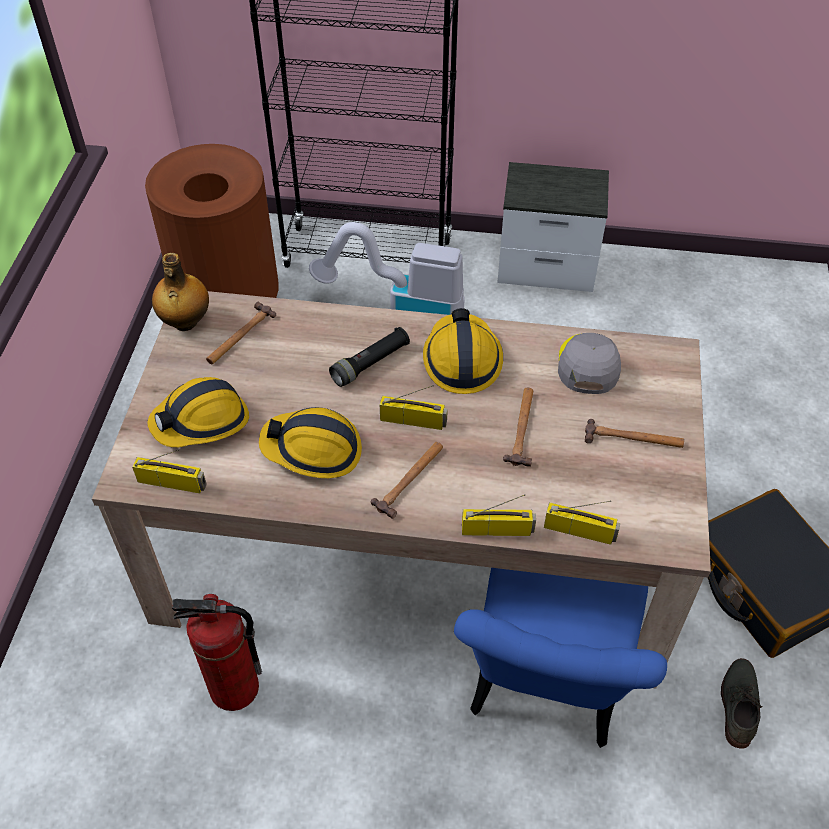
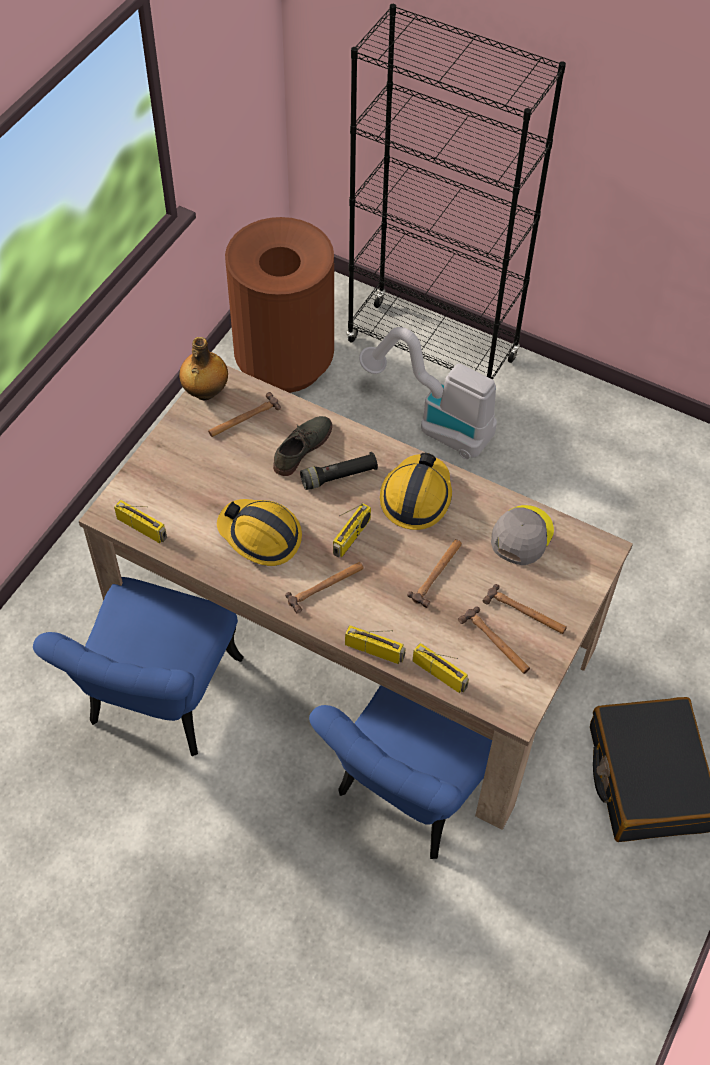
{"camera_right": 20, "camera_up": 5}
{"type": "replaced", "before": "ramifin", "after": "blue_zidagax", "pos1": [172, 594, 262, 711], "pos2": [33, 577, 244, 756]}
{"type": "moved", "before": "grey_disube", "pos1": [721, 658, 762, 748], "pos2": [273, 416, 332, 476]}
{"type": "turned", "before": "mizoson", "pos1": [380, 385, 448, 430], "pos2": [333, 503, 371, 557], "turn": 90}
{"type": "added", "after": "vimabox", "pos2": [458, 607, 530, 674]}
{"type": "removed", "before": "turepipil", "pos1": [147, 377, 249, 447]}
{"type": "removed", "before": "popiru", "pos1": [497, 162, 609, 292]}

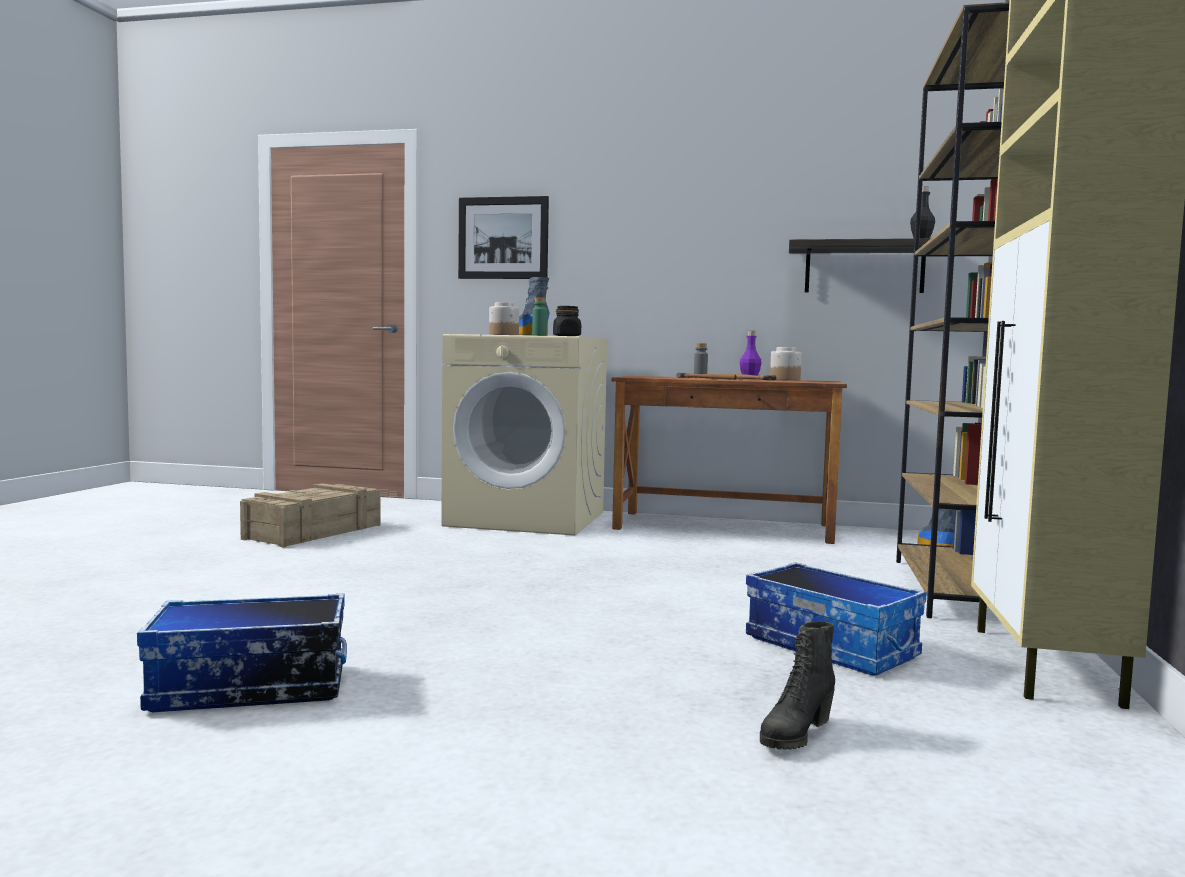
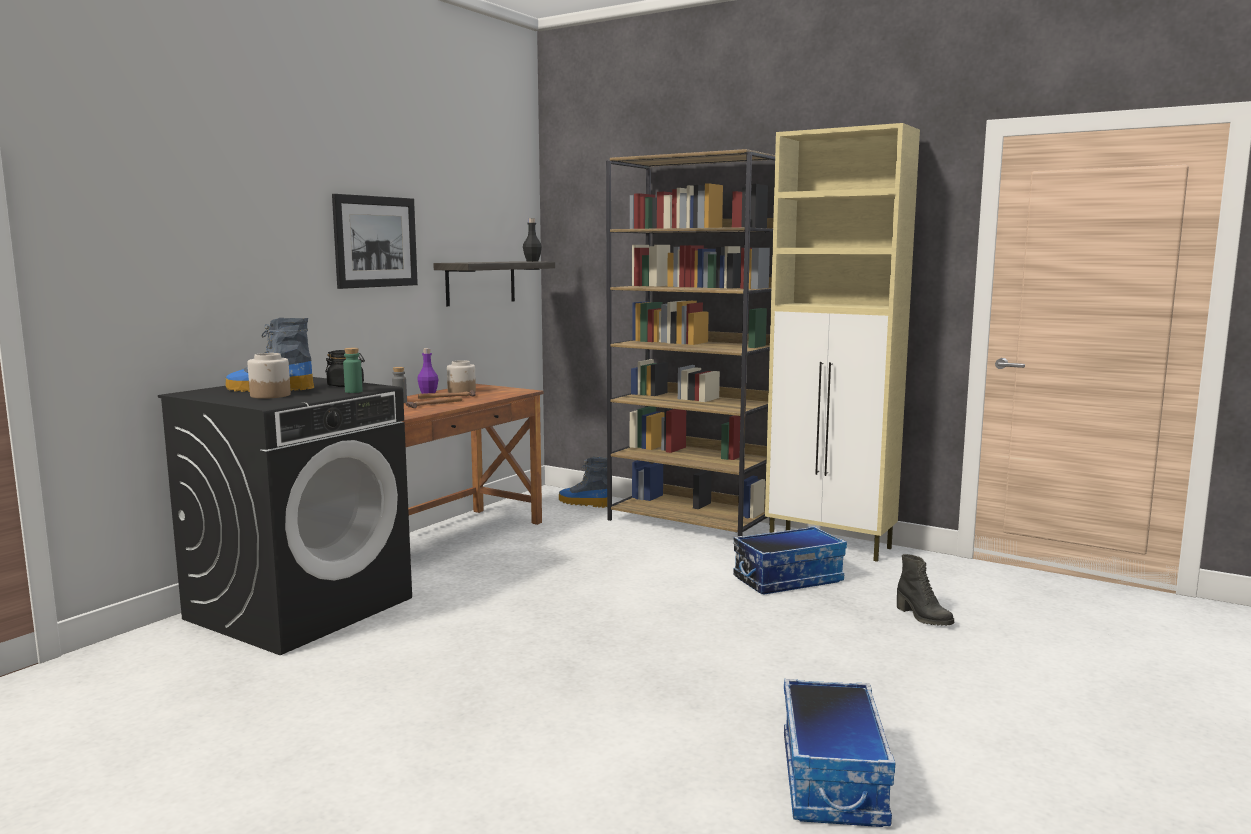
{"camera_right": -70, "camera_up": 5}
{"type": "recoloured", "before": "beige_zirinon", "after": "black_zirinon", "pos1": [441, 334, 608, 536], "pos2": [158, 377, 412, 655]}
{"type": "moved", "before": "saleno", "pos1": [458, 196, 549, 279], "pos2": [332, 194, 418, 289]}
{"type": "removed", "before": "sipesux", "pos1": [240, 483, 380, 548]}

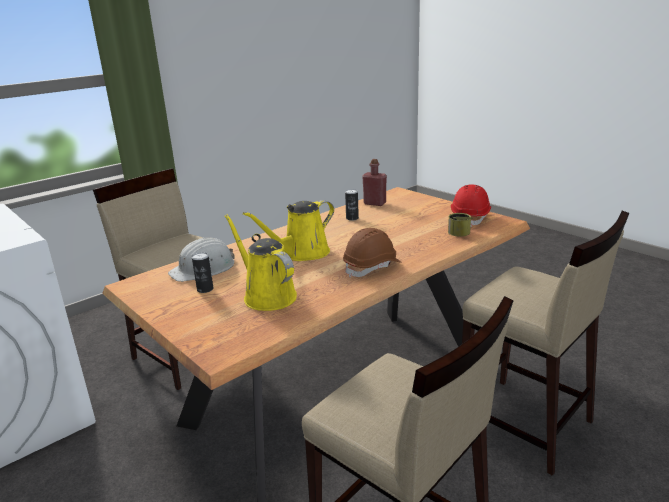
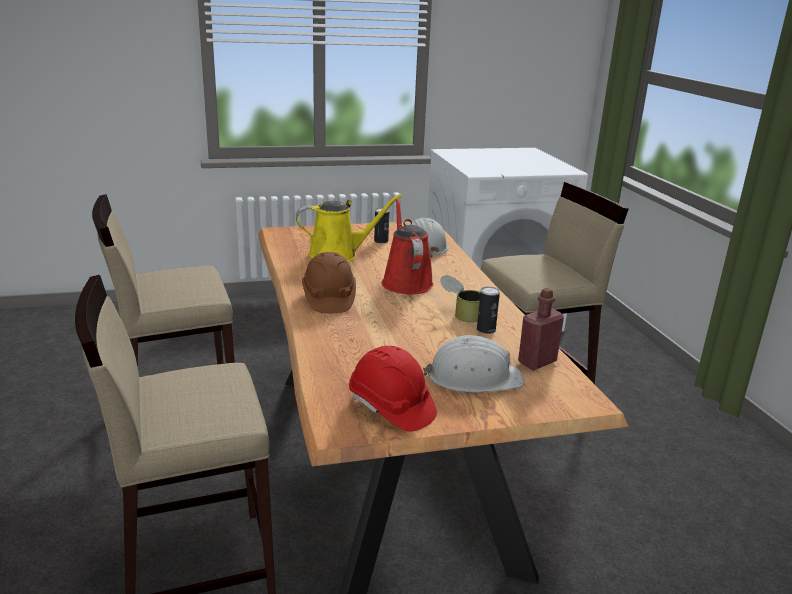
{"camera_right": 115, "camera_up": 0}
{"type": "recoloured", "before": "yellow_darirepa", "after": "red_darirepa", "pos1": [243, 200, 334, 261], "pos2": [382, 198, 434, 295]}
{"type": "added", "after": "white_turepipil", "pos2": [423, 335, 524, 393]}
{"type": "moved", "before": "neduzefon", "pos1": [448, 213, 473, 237], "pos2": [440, 275, 480, 322]}

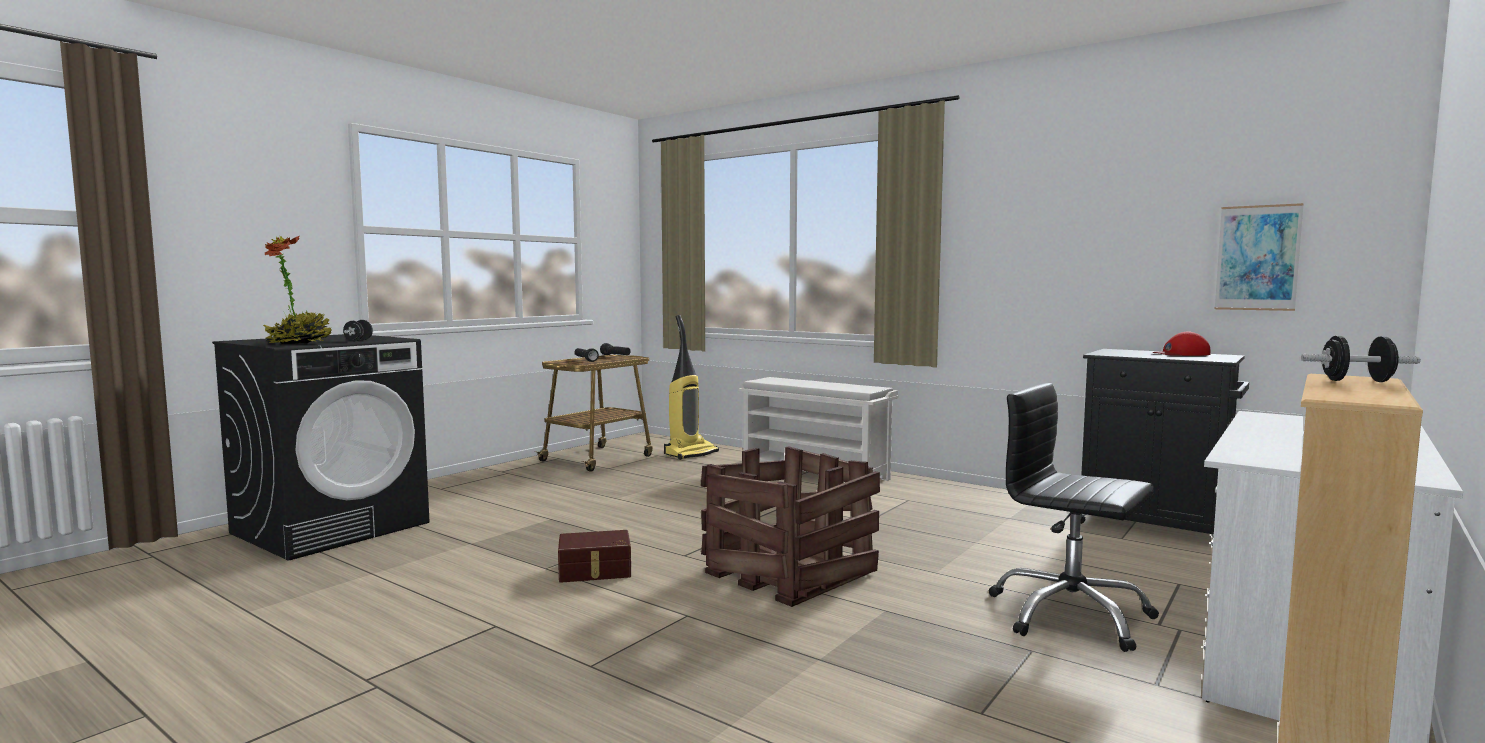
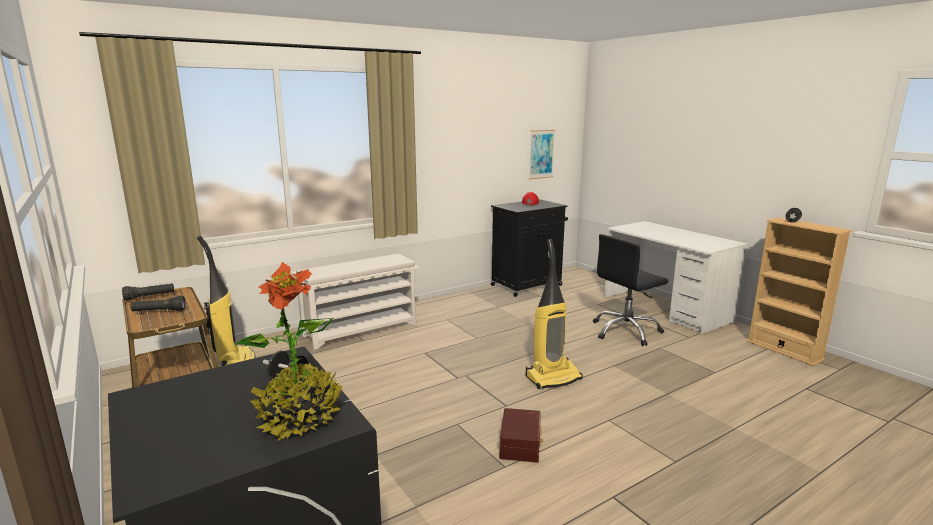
{"camera_right": -70, "camera_up": 10}
{"type": "replaced", "before": "sipesux", "after": "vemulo", "pos1": [701, 446, 880, 607], "pos2": [526, 239, 583, 389]}

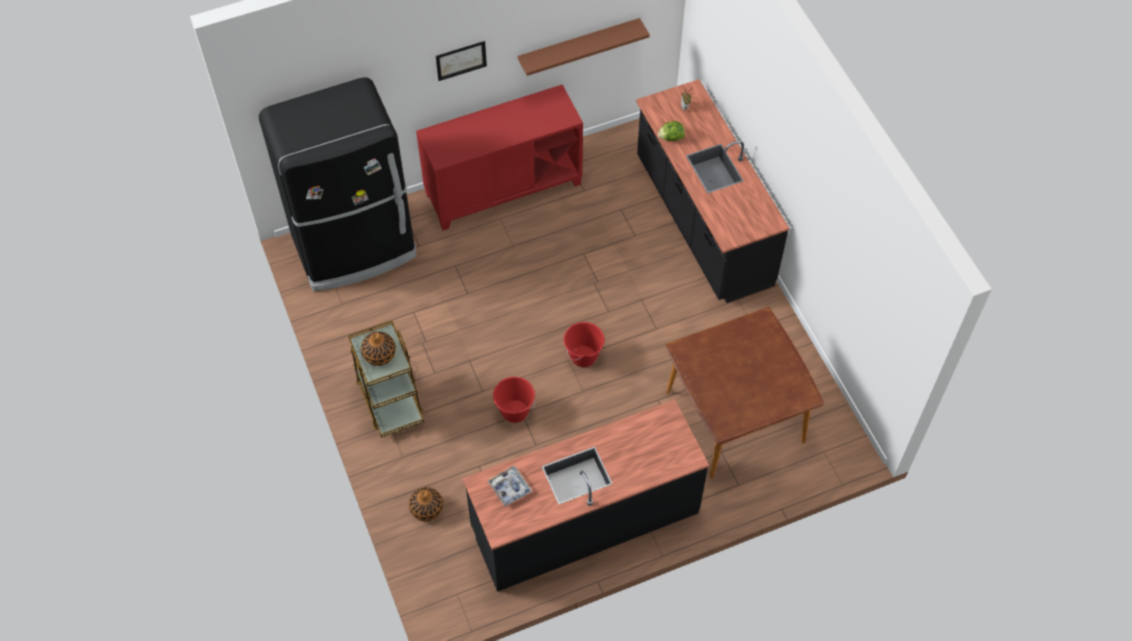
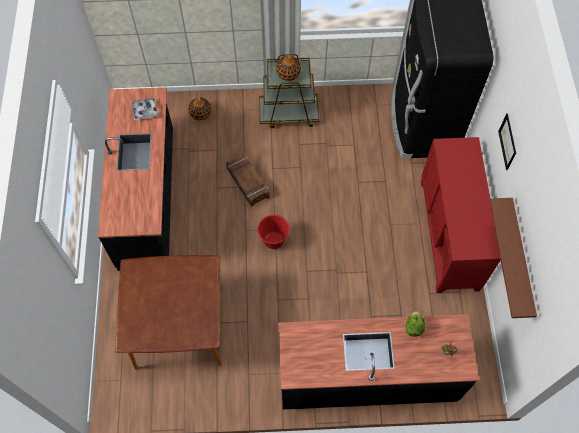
{"camera_right": 110, "camera_up": 5}
{"type": "replaced", "before": "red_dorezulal", "after": "sipesux", "pos1": [493, 377, 535, 423], "pos2": [226, 154, 270, 207]}

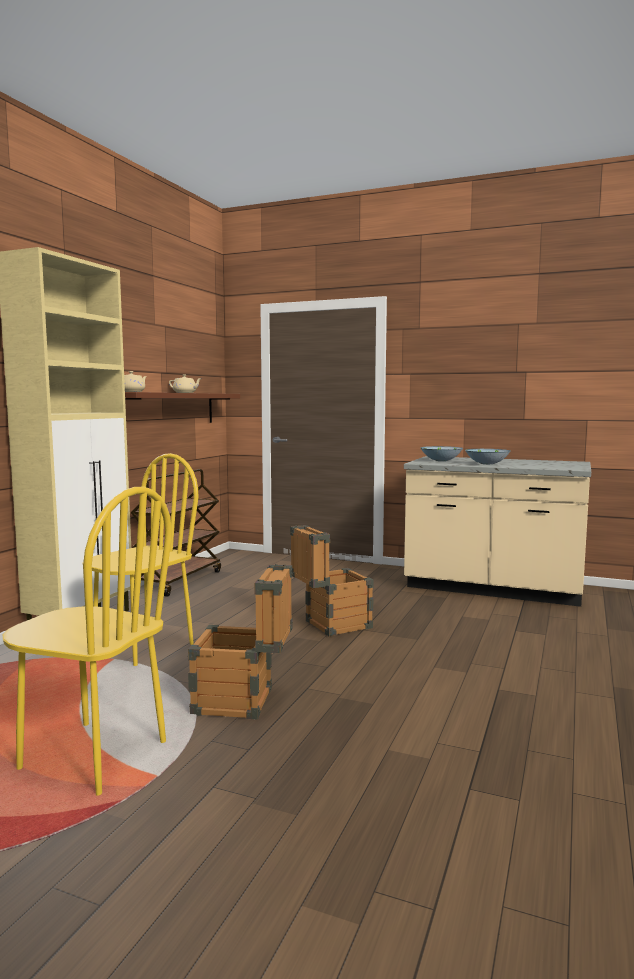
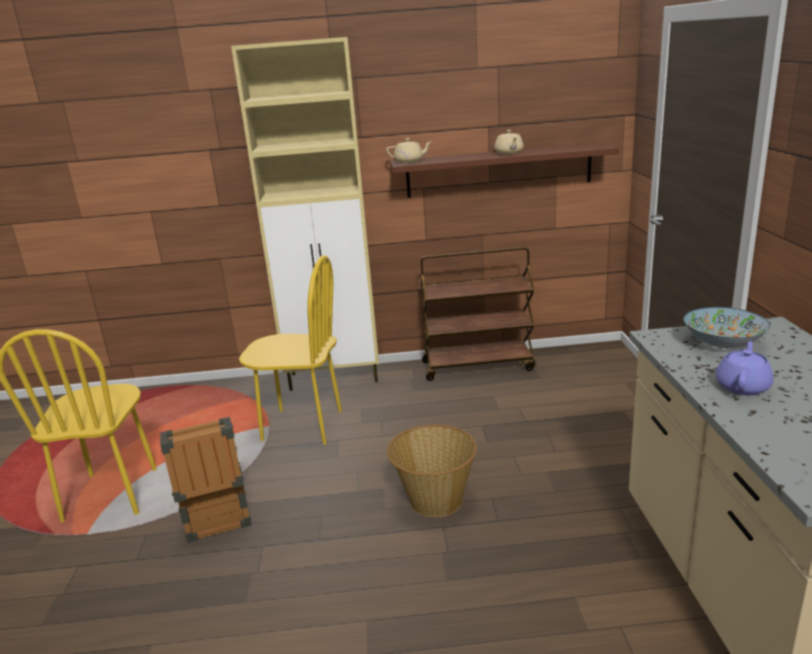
{"camera_right": 65, "camera_up": 15}
{"type": "replaced", "before": "sipesux", "after": "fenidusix", "pos1": [290, 525, 374, 637], "pos2": [387, 425, 477, 517]}
{"type": "replaced", "before": "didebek", "after": "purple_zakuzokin", "pos1": [465, 449, 510, 464], "pos2": [716, 341, 773, 395]}

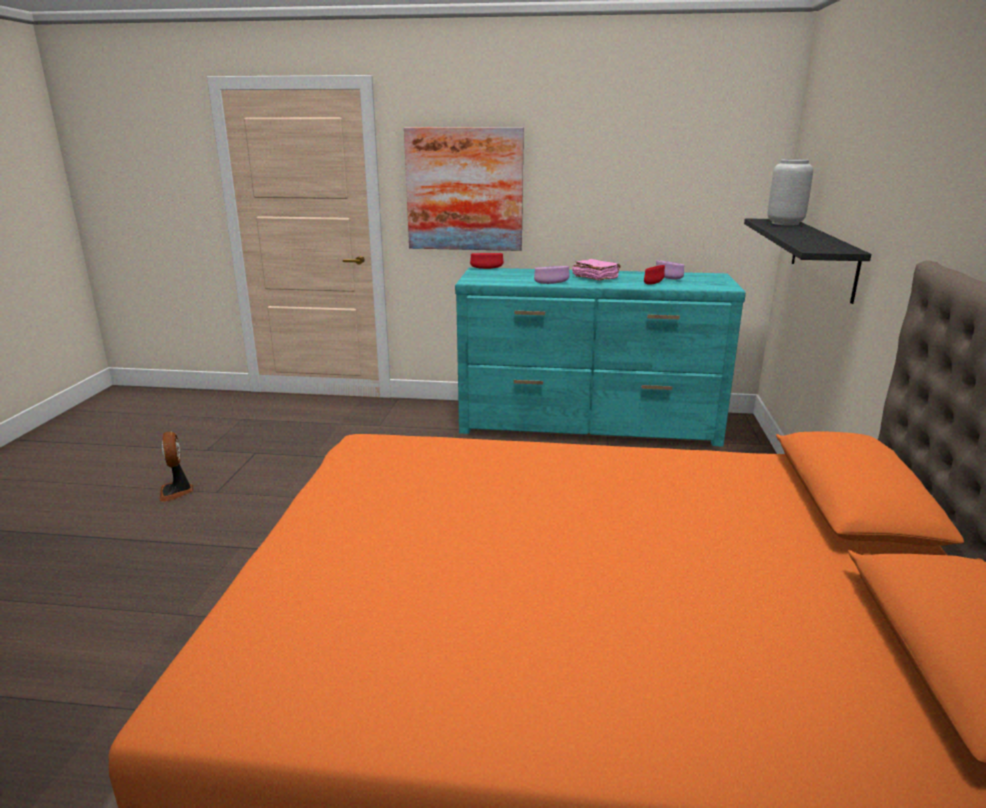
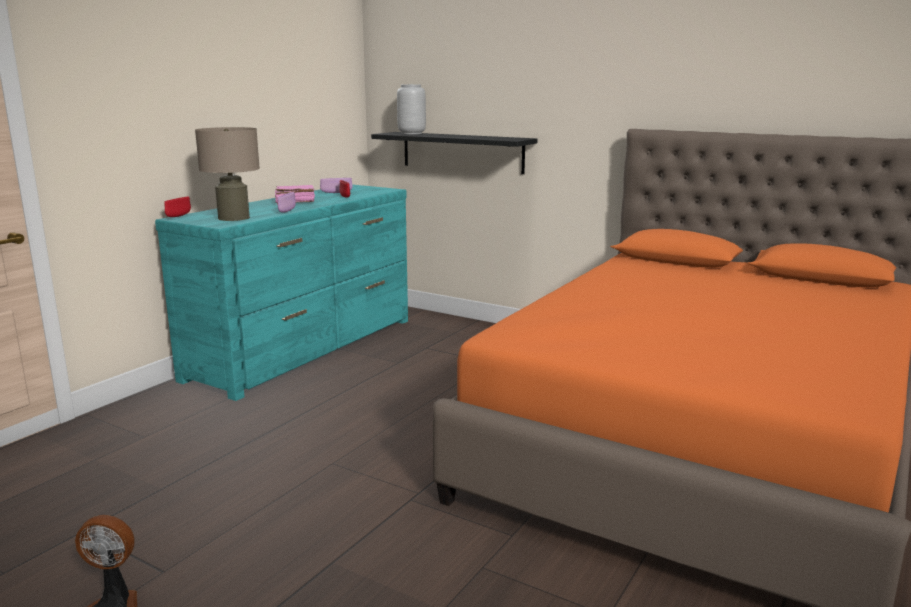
{"camera_right": -65, "camera_up": -5}
{"type": "added", "after": "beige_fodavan", "pos2": [195, 127, 260, 221]}
{"type": "removed", "before": "saleno", "pos1": [404, 127, 524, 251]}

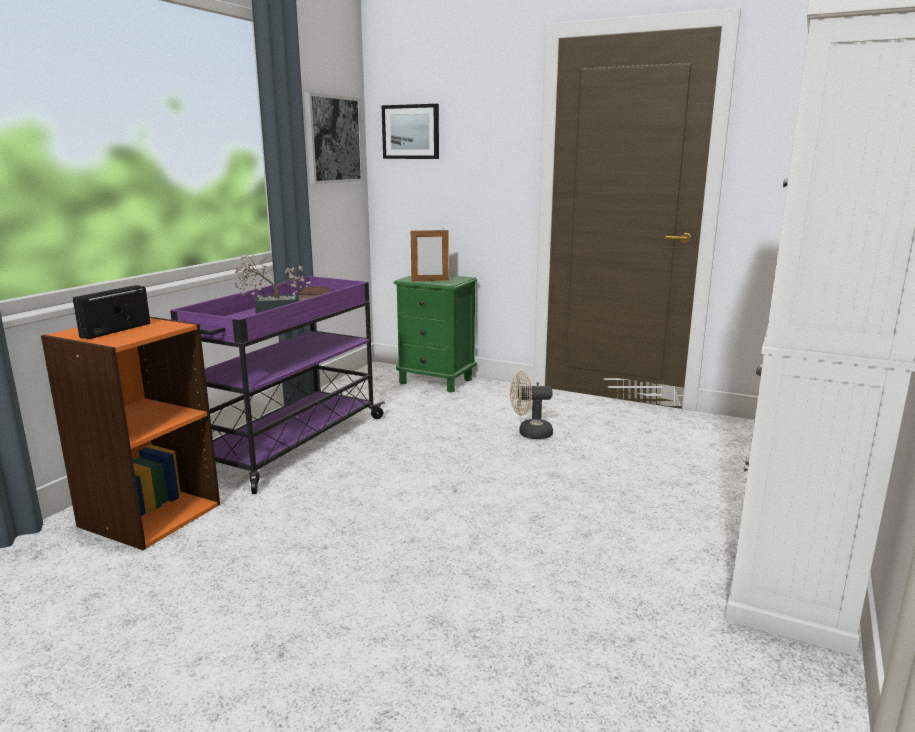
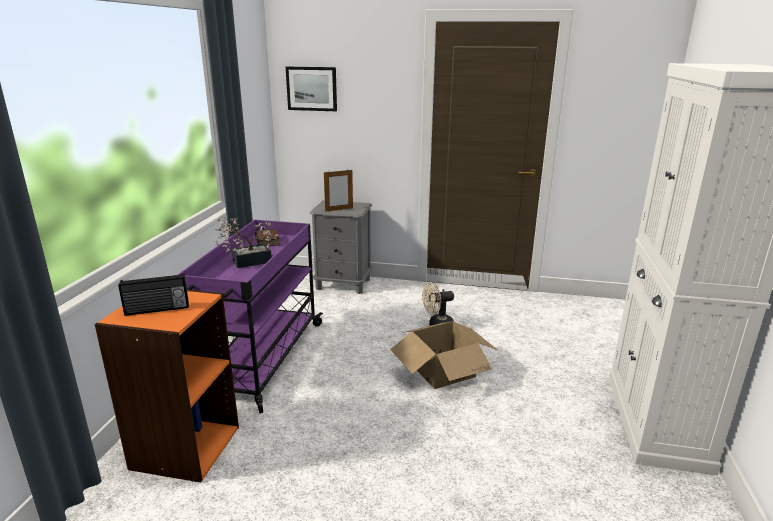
{"camera_right": -15, "camera_up": 5}
{"type": "turned", "before": "mizoson", "pos1": [73, 285, 150, 339], "pos2": [119, 273, 189, 316], "turn": -120}
{"type": "recoloured", "before": "green_popiru", "after": "grey_popiru", "pos1": [394, 275, 477, 393], "pos2": [310, 200, 372, 294]}
{"type": "added", "after": "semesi", "pos2": [390, 321, 497, 389]}
{"type": "removed", "before": "saleno", "pos1": [304, 92, 363, 184]}

